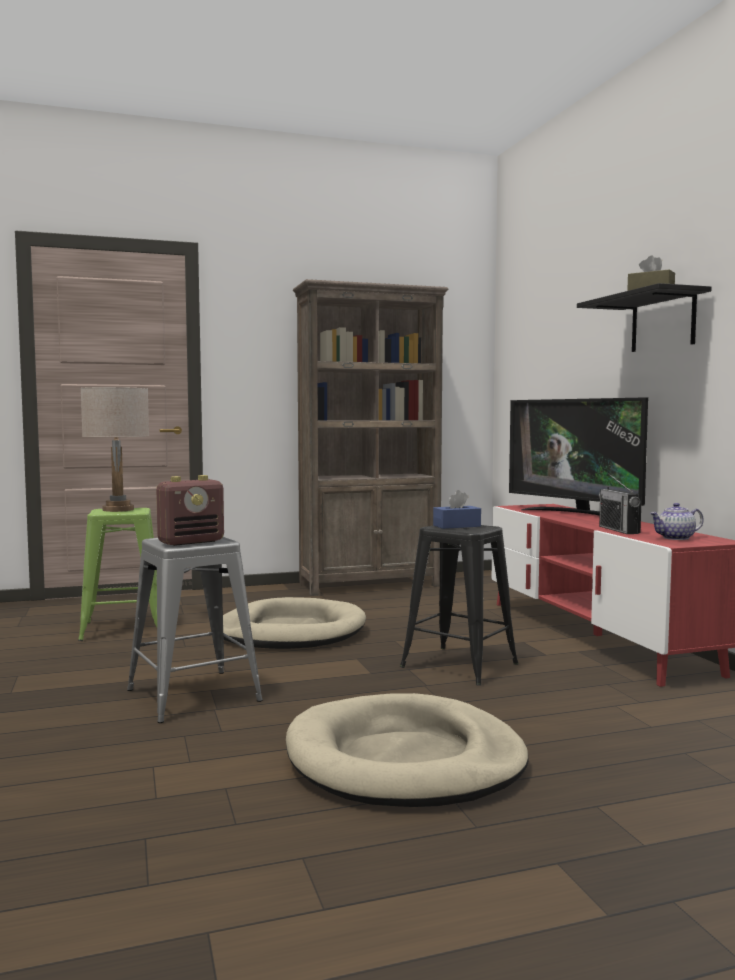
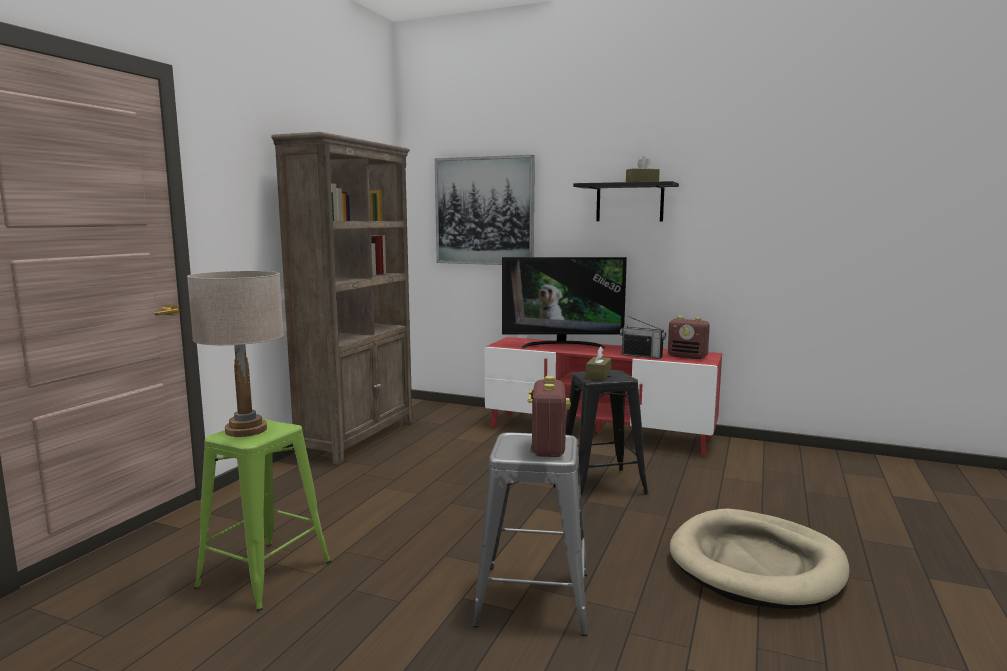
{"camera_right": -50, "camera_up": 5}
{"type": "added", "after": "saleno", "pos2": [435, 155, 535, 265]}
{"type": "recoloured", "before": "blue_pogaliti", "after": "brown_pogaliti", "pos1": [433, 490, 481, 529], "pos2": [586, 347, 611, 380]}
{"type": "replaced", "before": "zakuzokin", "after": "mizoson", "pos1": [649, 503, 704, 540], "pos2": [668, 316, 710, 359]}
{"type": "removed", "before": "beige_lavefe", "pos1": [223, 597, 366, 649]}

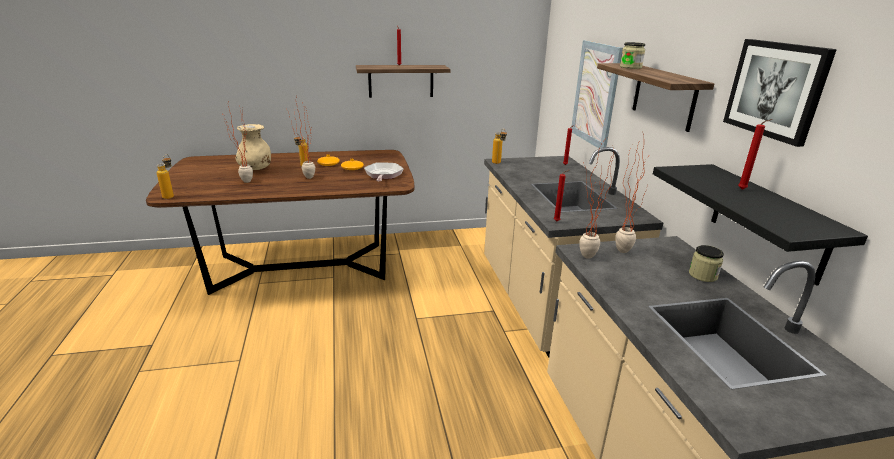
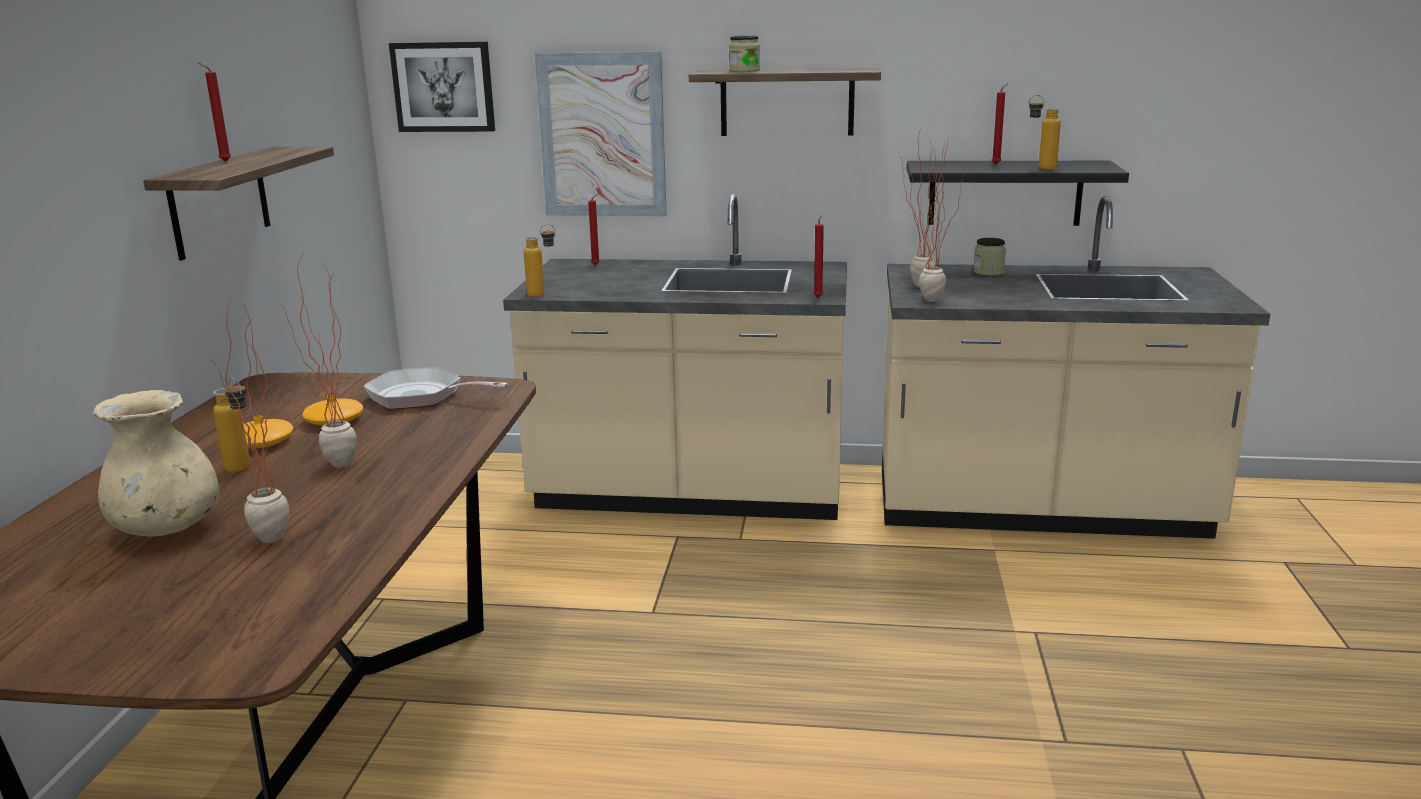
{"camera_right": -70, "camera_up": -5}
{"type": "moved", "before": "saleno", "pos1": [723, 39, 837, 147], "pos2": [389, 42, 495, 132]}
{"type": "moved", "before": "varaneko", "pos1": [156, 154, 174, 199], "pos2": [1029, 95, 1061, 170]}

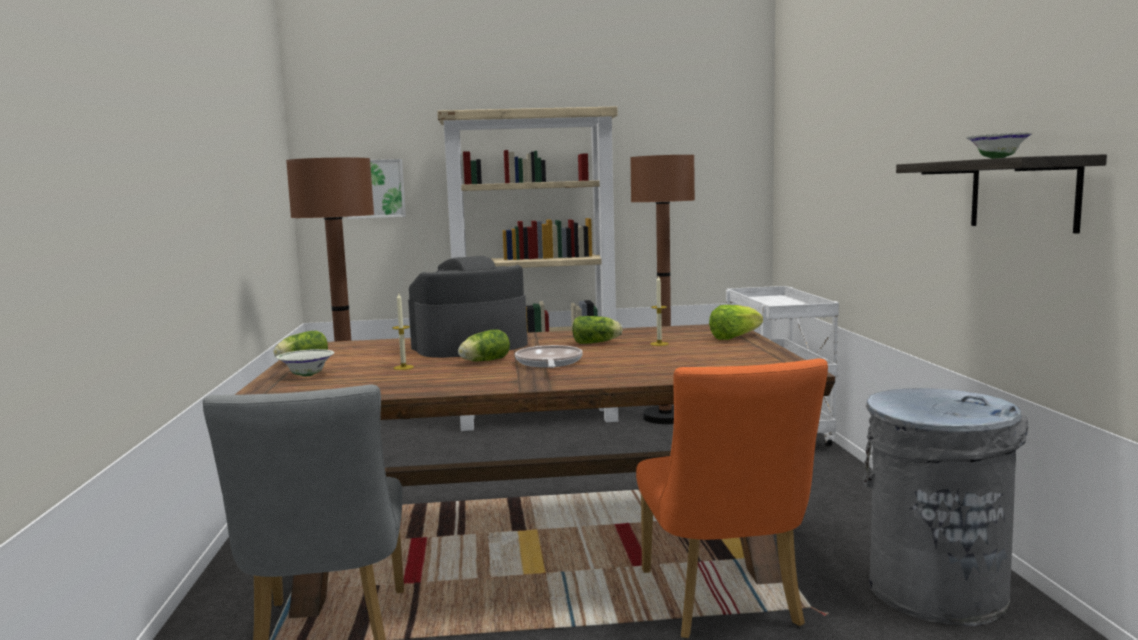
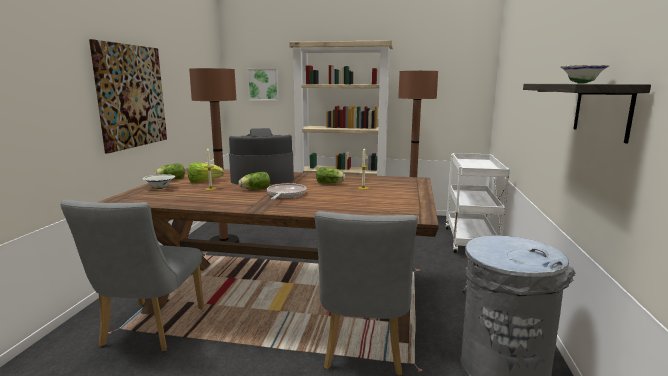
{"camera_right": 15, "camera_up": 5}
{"type": "added", "after": "saleno", "pos2": [89, 39, 167, 154]}
{"type": "moved", "before": "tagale", "pos1": [709, 305, 763, 340], "pos2": [188, 162, 224, 183]}
{"type": "recoloured", "before": "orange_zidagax", "after": "grey_zidagax", "pos1": [636, 359, 828, 639], "pos2": [315, 211, 418, 376]}

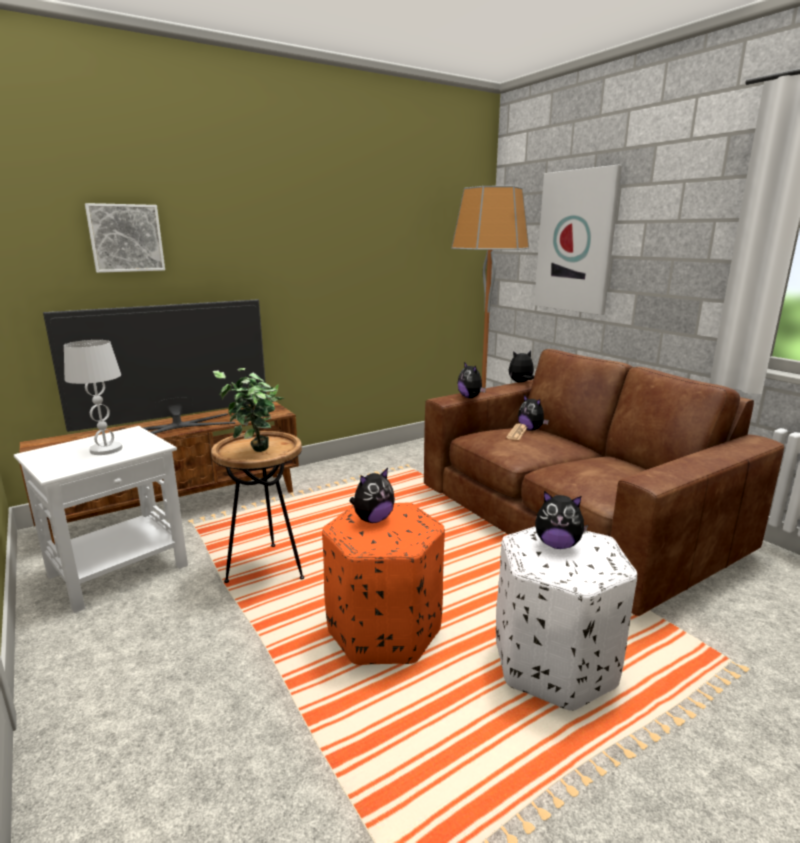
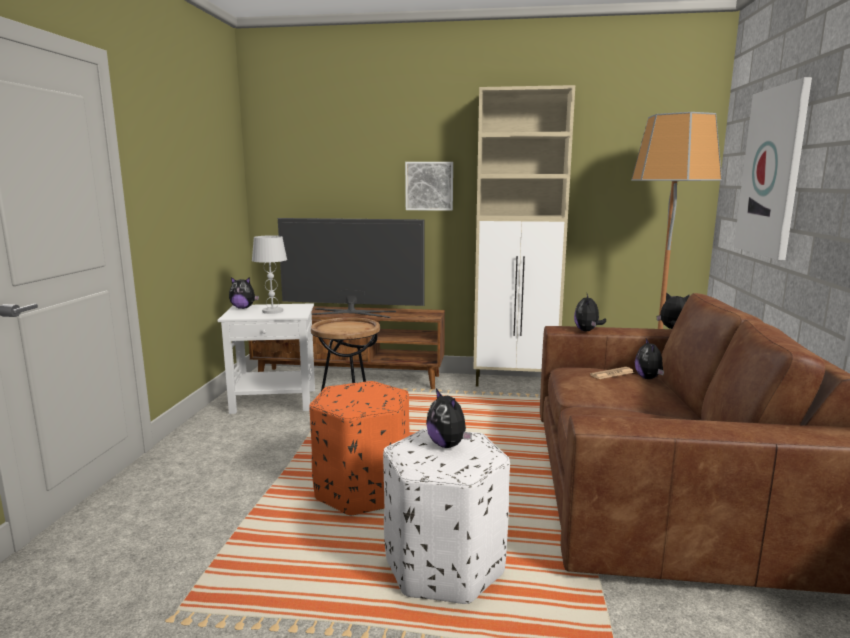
{"camera_right": 40, "camera_up": -5}
{"type": "moved", "before": "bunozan", "pos1": [349, 468, 395, 523], "pos2": [229, 277, 259, 309]}
{"type": "moved", "before": "saleno", "pos1": [85, 203, 165, 273], "pos2": [405, 162, 453, 211]}
{"type": "added", "after": "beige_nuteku", "pos2": [473, 85, 575, 387]}
{"type": "removed", "before": "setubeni", "pos1": [213, 368, 284, 452]}

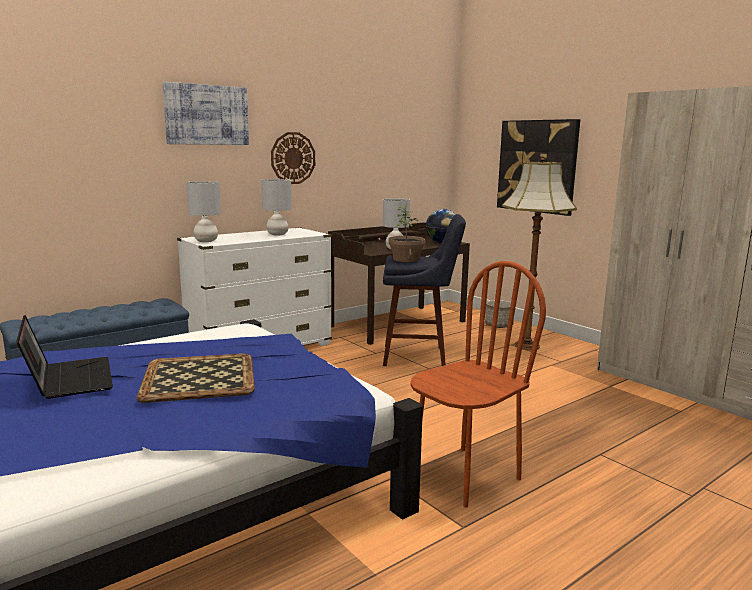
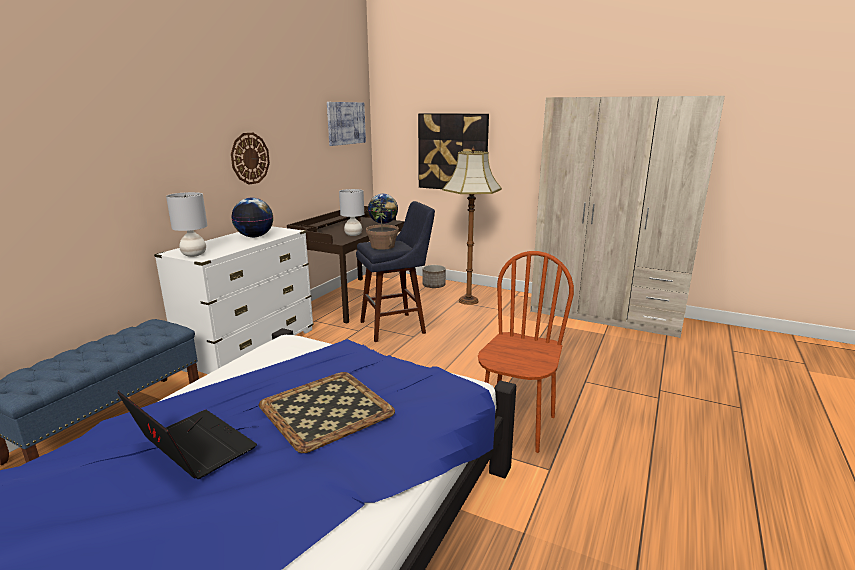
{"camera_right": -25, "camera_up": 5}
{"type": "replaced", "before": "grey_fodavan", "after": "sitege", "pos1": [261, 179, 292, 236], "pos2": [232, 198, 273, 237]}
{"type": "moved", "before": "saleno", "pos1": [162, 82, 249, 145], "pos2": [327, 102, 366, 146]}

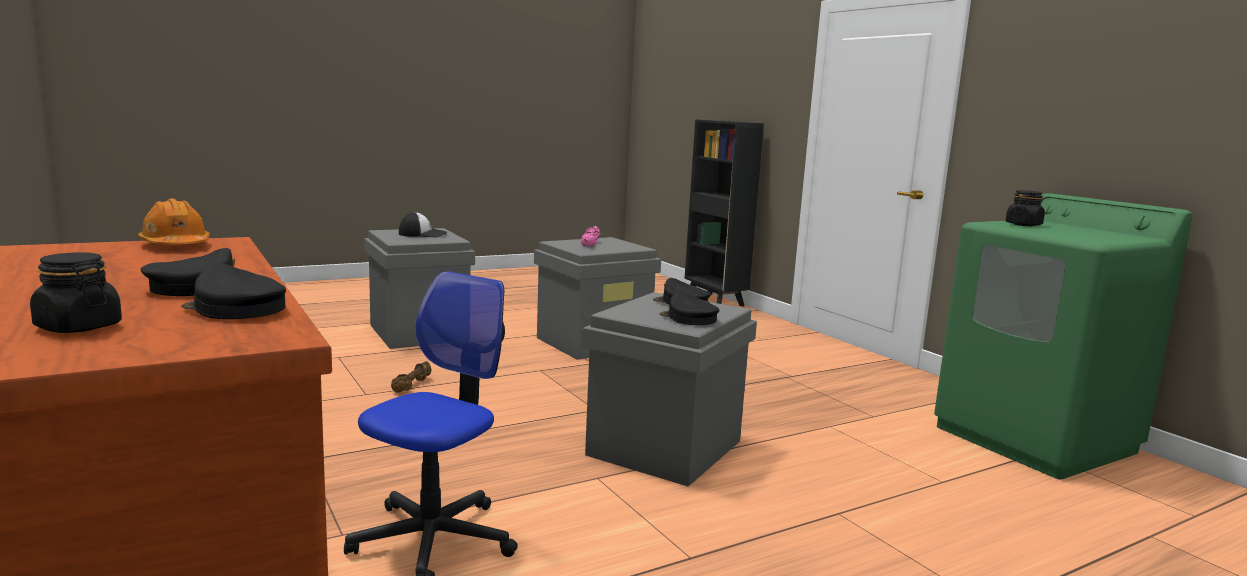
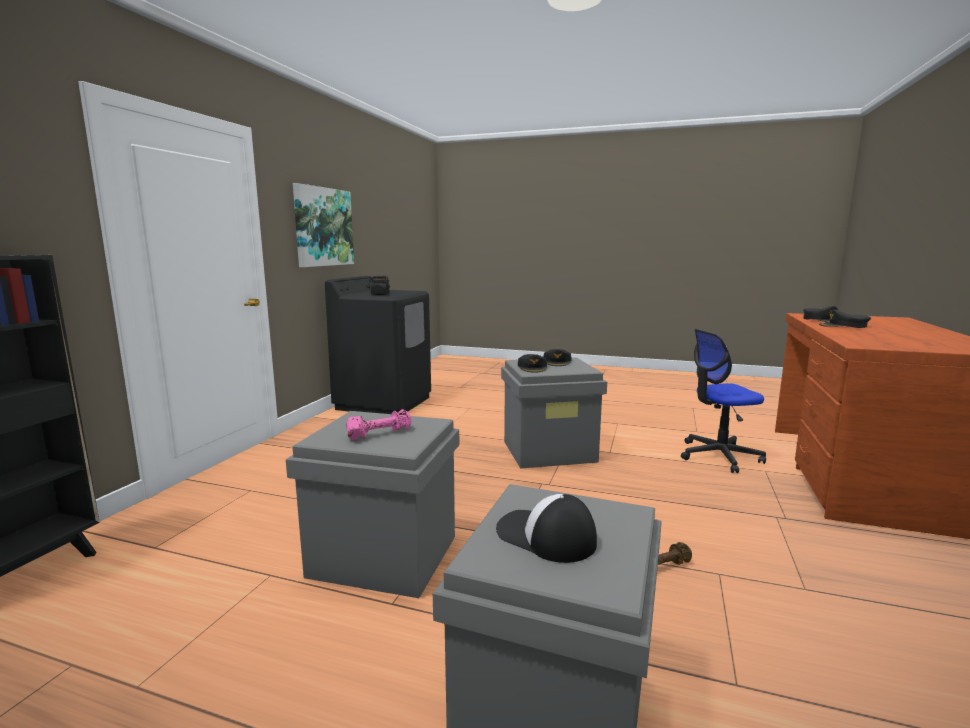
{"camera_right": -130, "camera_up": 0}
{"type": "added", "after": "saleno", "pos2": [293, 183, 354, 267]}
{"type": "recoloured", "before": "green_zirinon", "after": "black_zirinon", "pos1": [934, 193, 1193, 479], "pos2": [325, 276, 431, 414]}
{"type": "removed", "before": "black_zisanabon", "pos1": [30, 252, 122, 333]}
{"type": "removed", "before": "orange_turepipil", "pos1": [138, 199, 210, 245]}

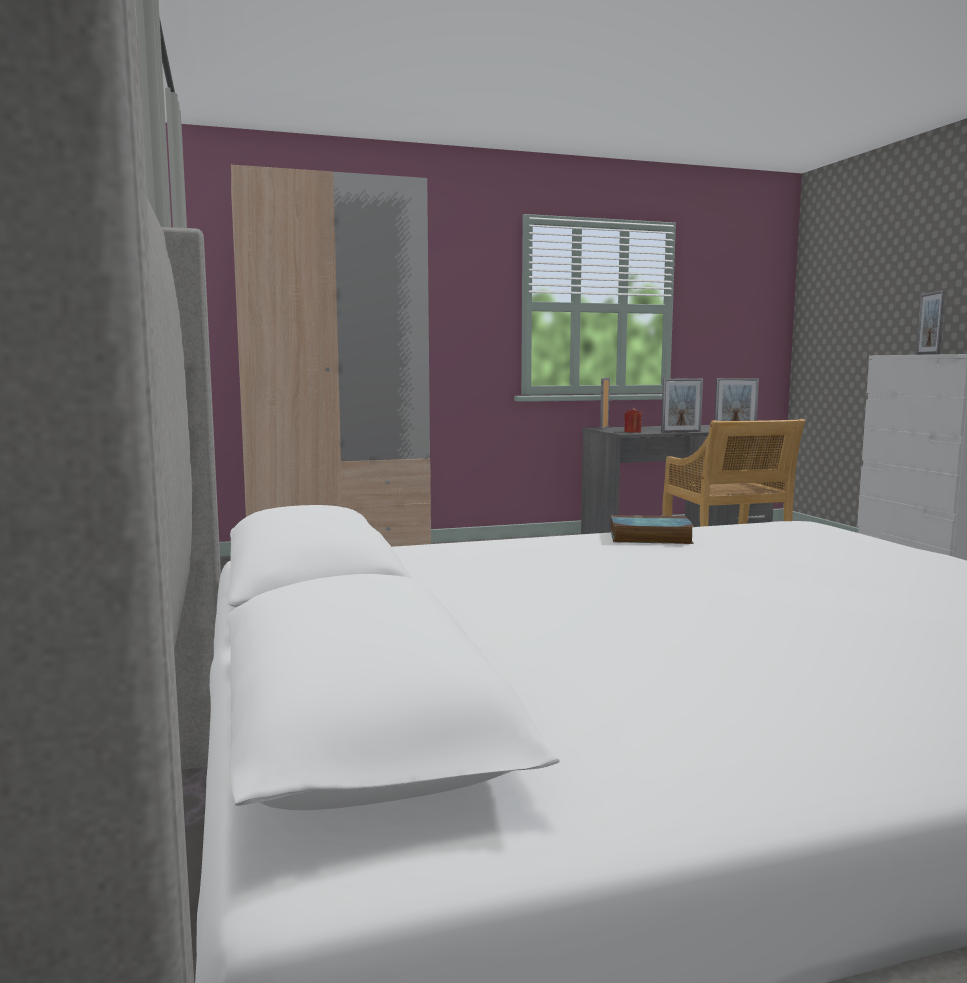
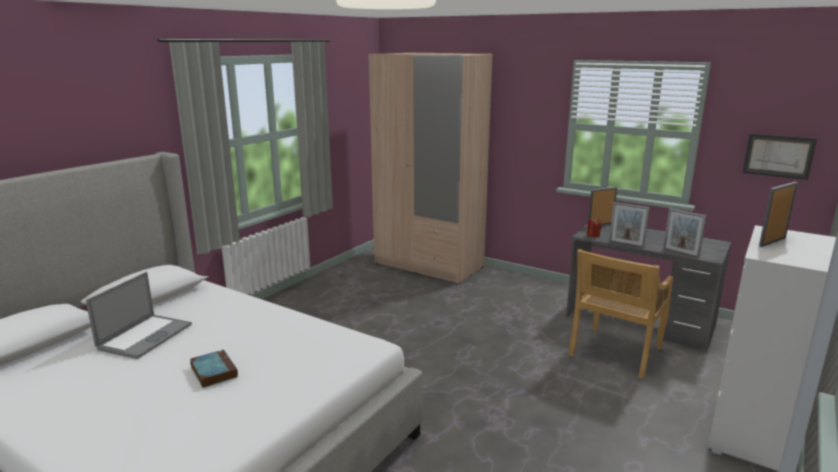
{"camera_right": 50, "camera_up": 10}
{"type": "added", "after": "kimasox", "pos2": [86, 272, 192, 359]}
{"type": "moved", "before": "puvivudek", "pos1": [610, 515, 694, 544], "pos2": [190, 349, 238, 388]}
{"type": "added", "after": "saleno", "pos2": [742, 134, 817, 180]}

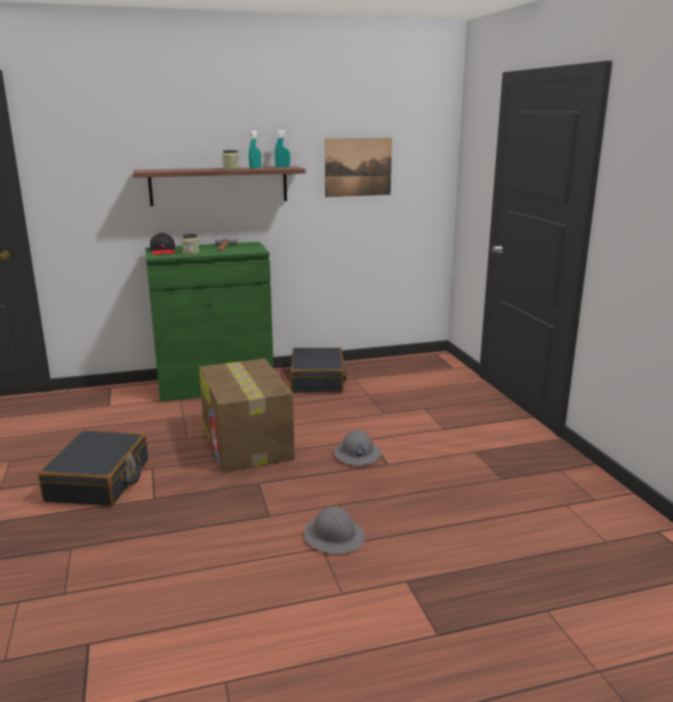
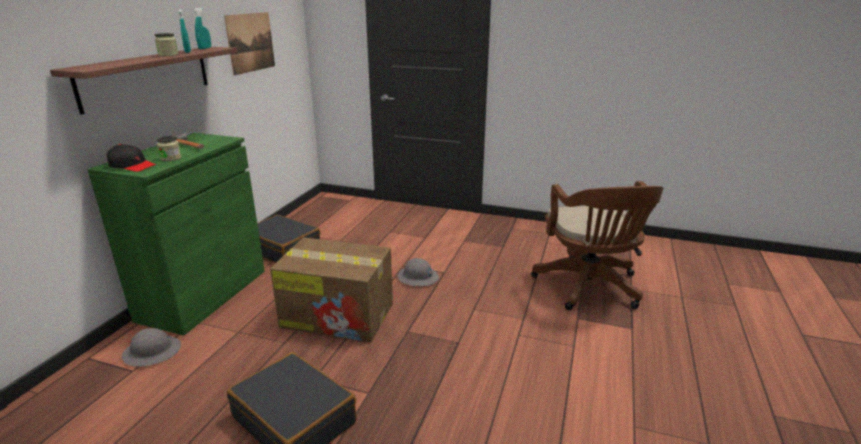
{"camera_right": -55, "camera_up": 5}
{"type": "moved", "before": "grey_turepipil", "pos1": [304, 506, 365, 554], "pos2": [122, 328, 181, 367]}
{"type": "added", "after": "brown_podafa", "pos2": [531, 181, 663, 310]}

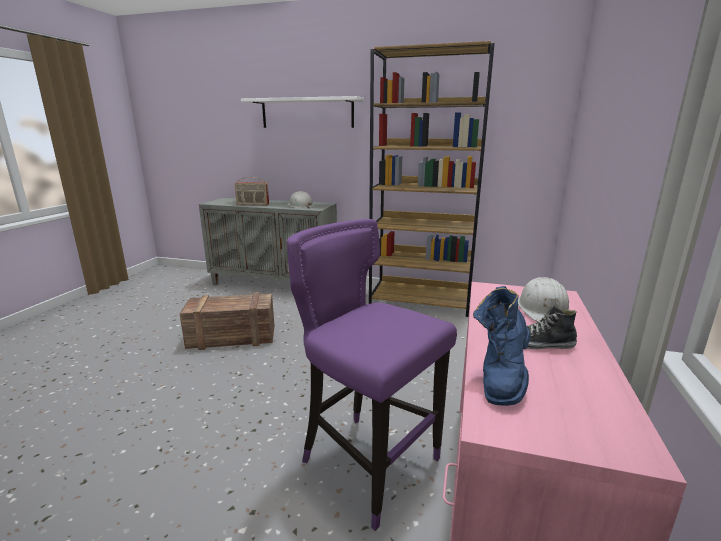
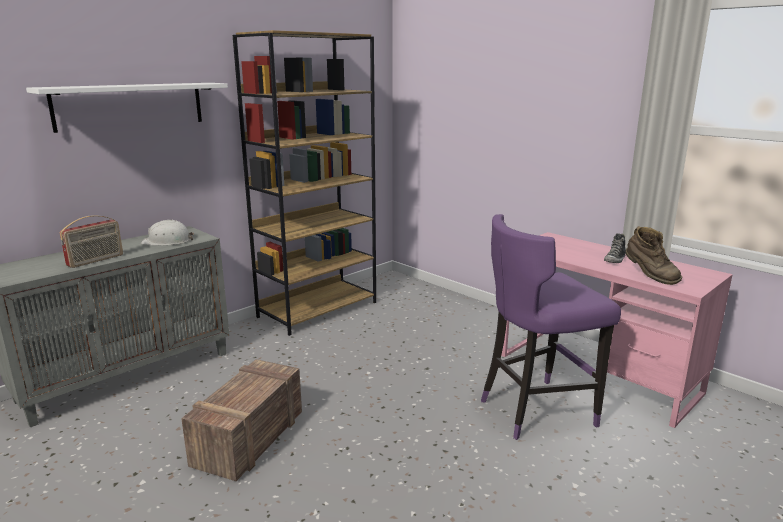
{"camera_right": -60, "camera_up": 0}
{"type": "recoloured", "before": "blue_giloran", "after": "brown_giloran", "pos1": [473, 286, 530, 406], "pos2": [625, 226, 682, 285]}
{"type": "removed", "before": "white_turepipil", "pos1": [518, 277, 569, 322]}

